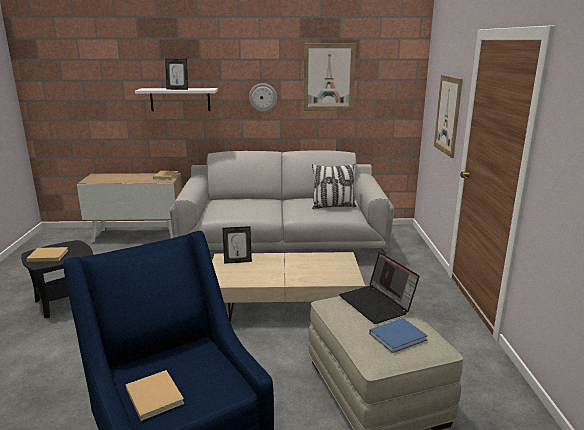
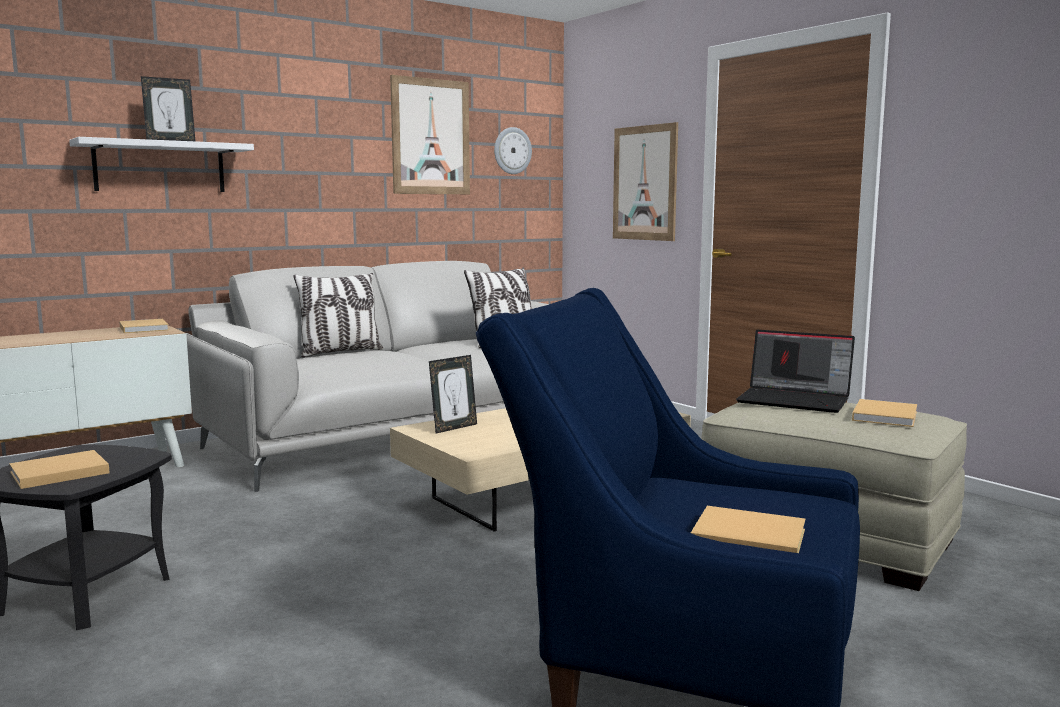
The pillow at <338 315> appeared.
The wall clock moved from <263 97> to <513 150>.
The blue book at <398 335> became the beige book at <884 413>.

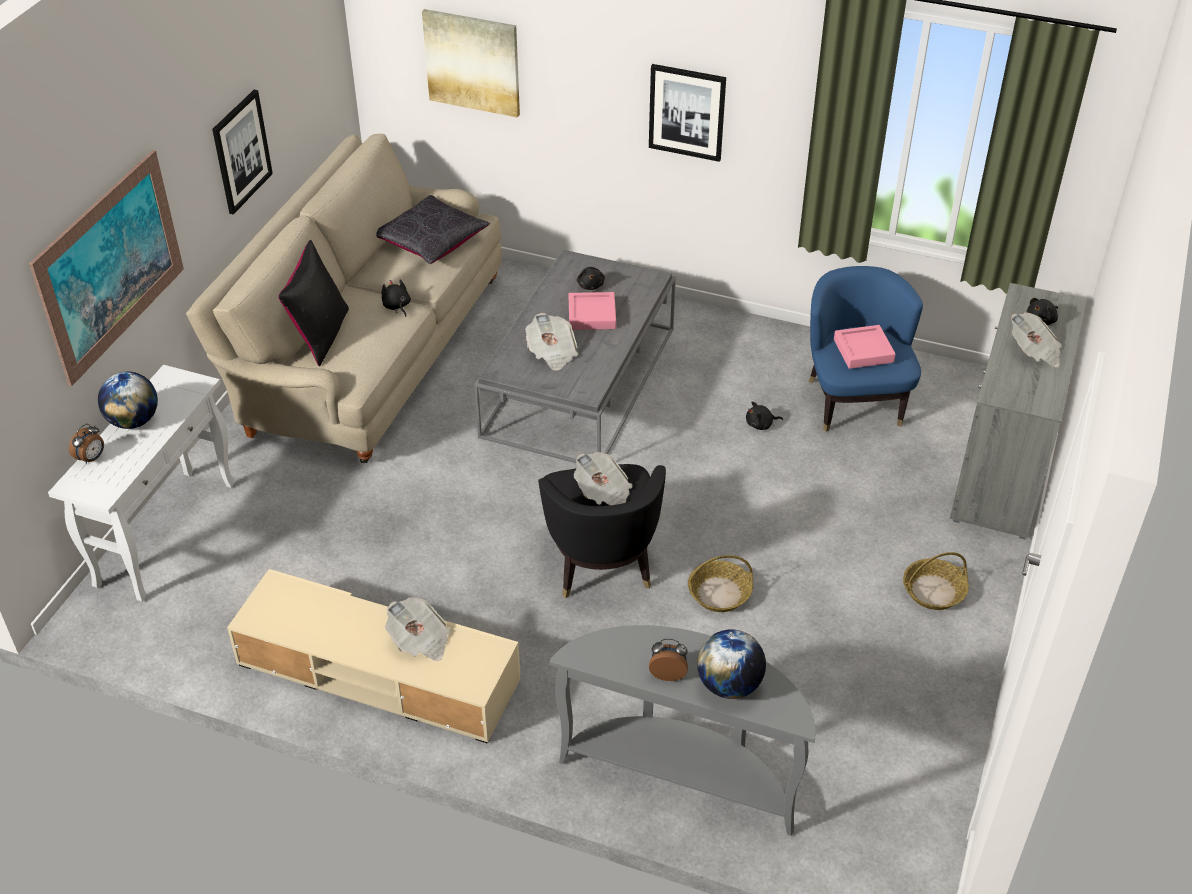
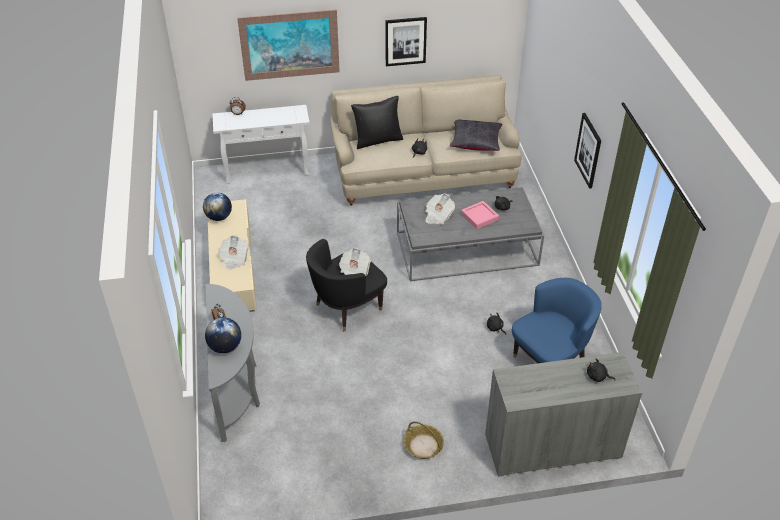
The globe moved from <128 400> to <217 206>.
The picture at <471 63> disappeared.
The basket at <720 583> disappeared.
The pink tray at <865 347> disappeared.
The newspaper at <1036 340> disappeared.

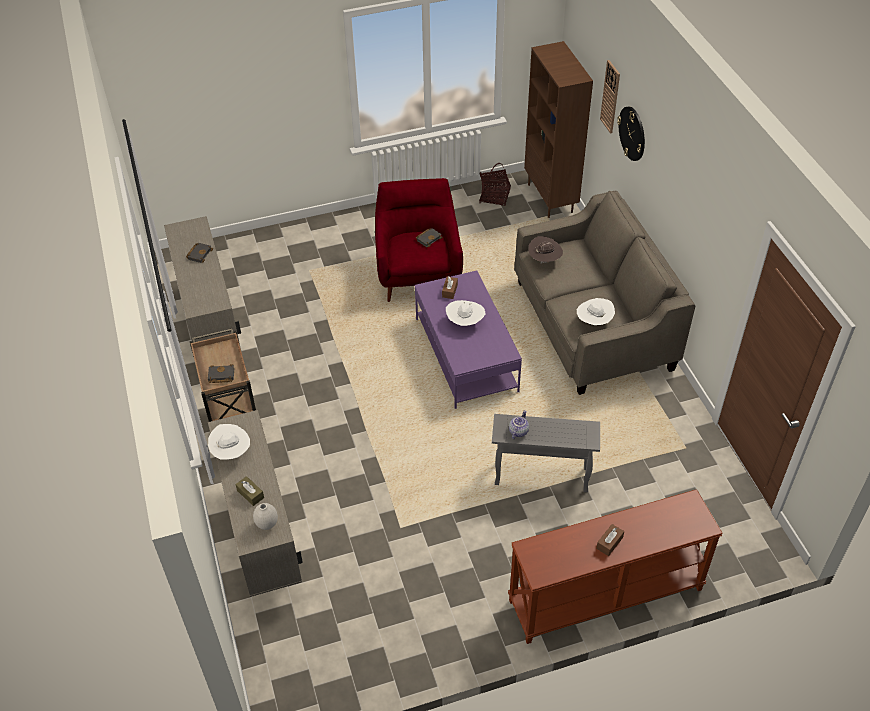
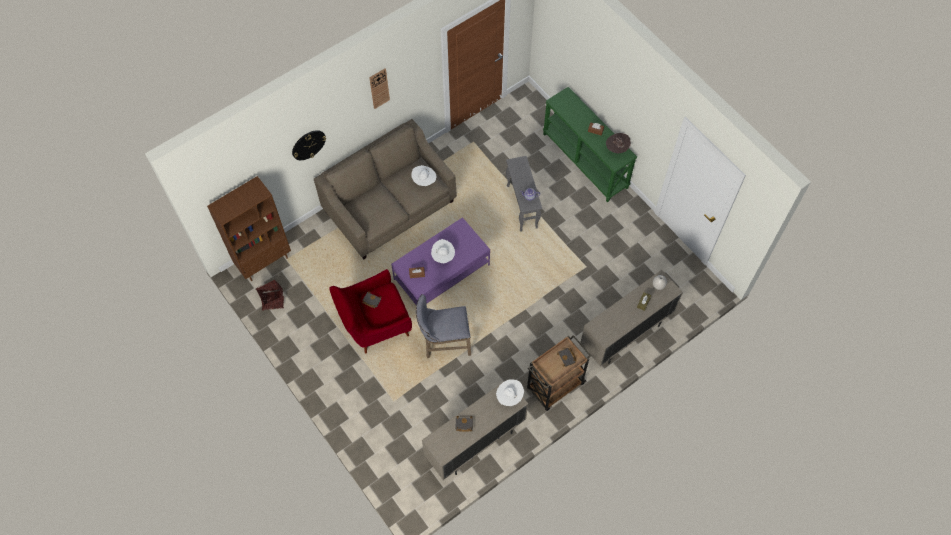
The wall clock moved from <610 97> to <379 89>.
The grey stool at <443 326> appeared.
The white hat moved from <229 442> to <510 392>.
The brown console table at <615 566> became the green console table at <590 144>.
The brown hat moved from <545 249> to <618 143>.

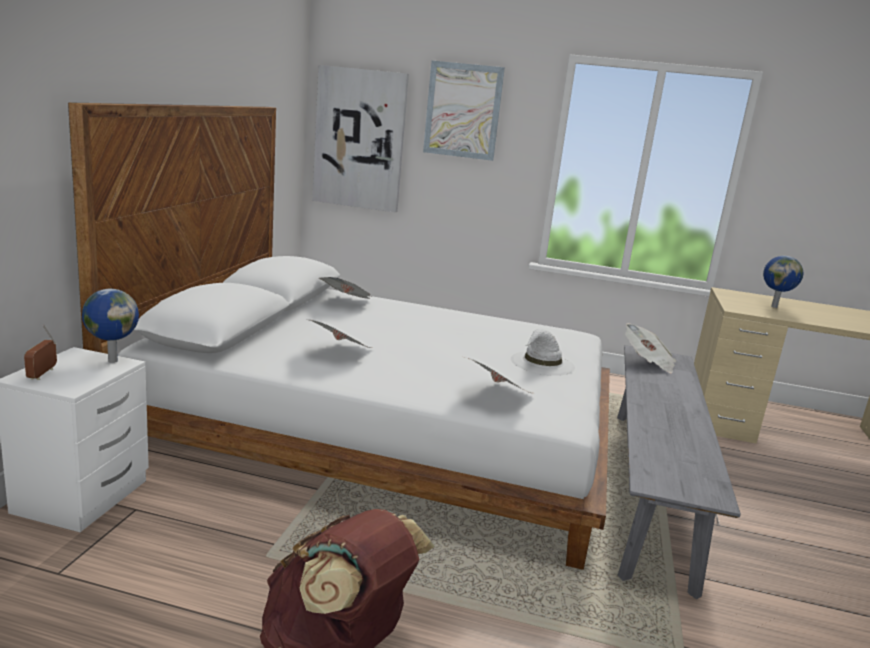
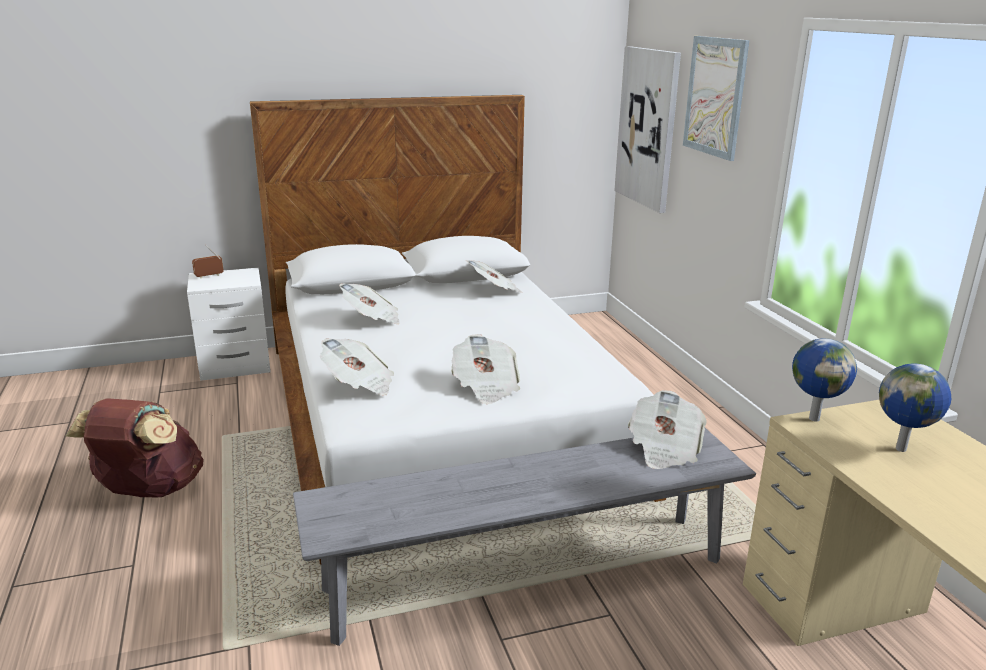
The white hat at <543 352> was replaced by the newspaper at <485 369>.
The globe moved from <110 326> to <824 380>.

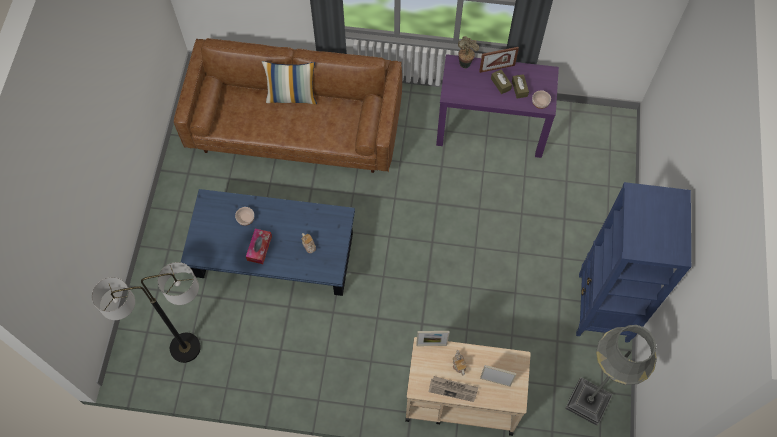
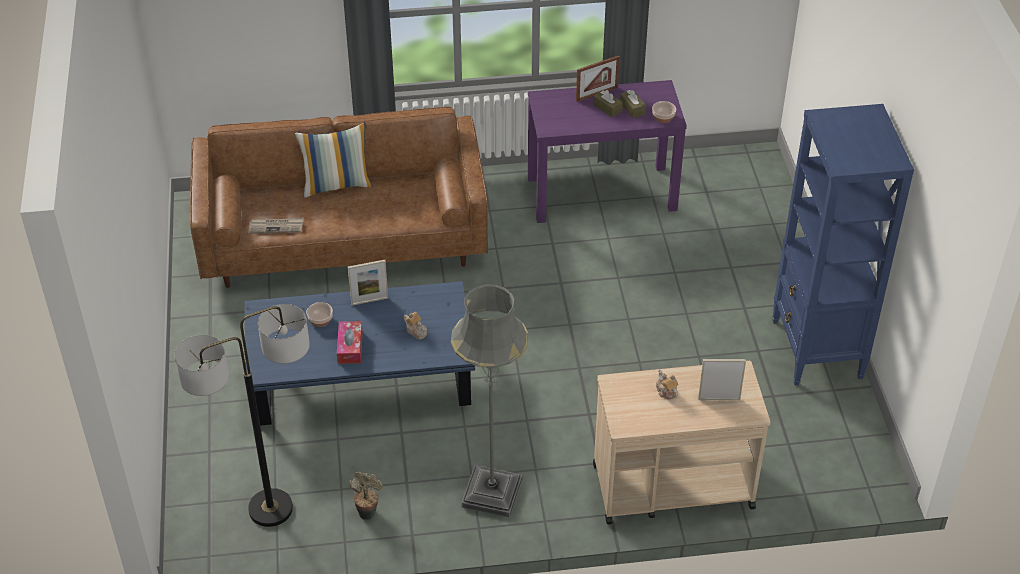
The newspaper moved from <453 389> to <276 225>.
The picture frame moved from <433 338> to <368 283>.
The potted plant moved from <468 52> to <366 496>.
The grey floor lamp moved from <611 375> to <490 401>.

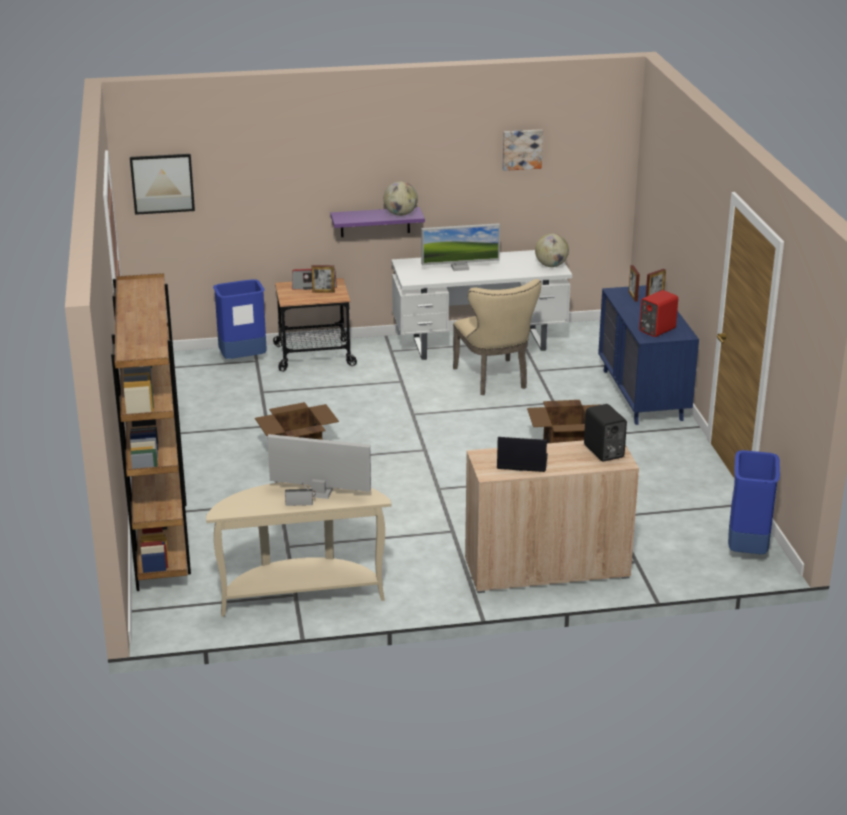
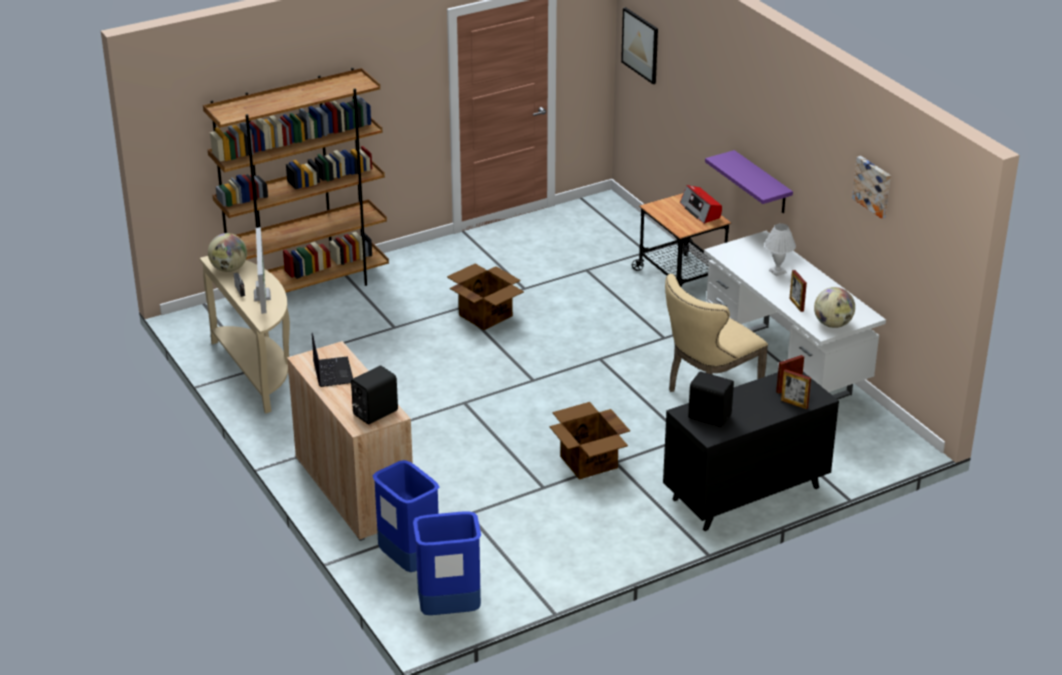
The globe moved from <401 198> to <227 252>.
The blue trash can moved from <240 319> to <405 516>.
The blue dresser at <648 355> became the black dresser at <751 451>.
The red speaker at <658 313> became the black speaker at <711 399>.
The monitor at <460 247> was replaced by the white table lamp at <780 250>.
The picture frame moved from <323 279> to <798 291>.

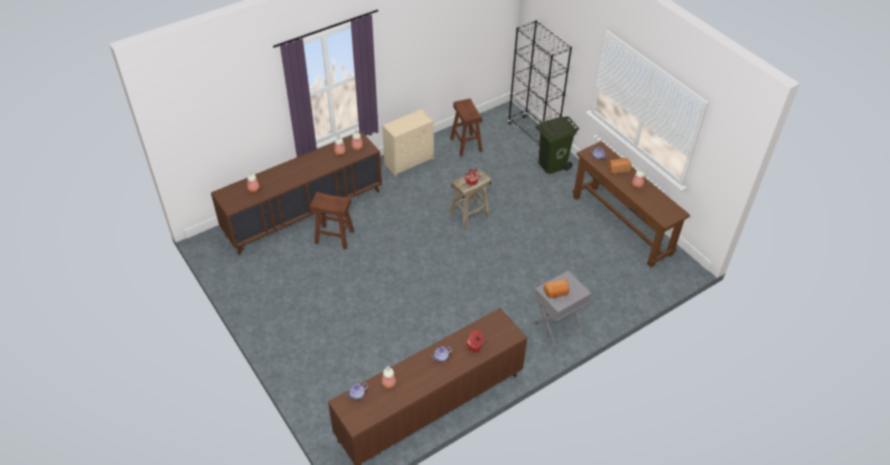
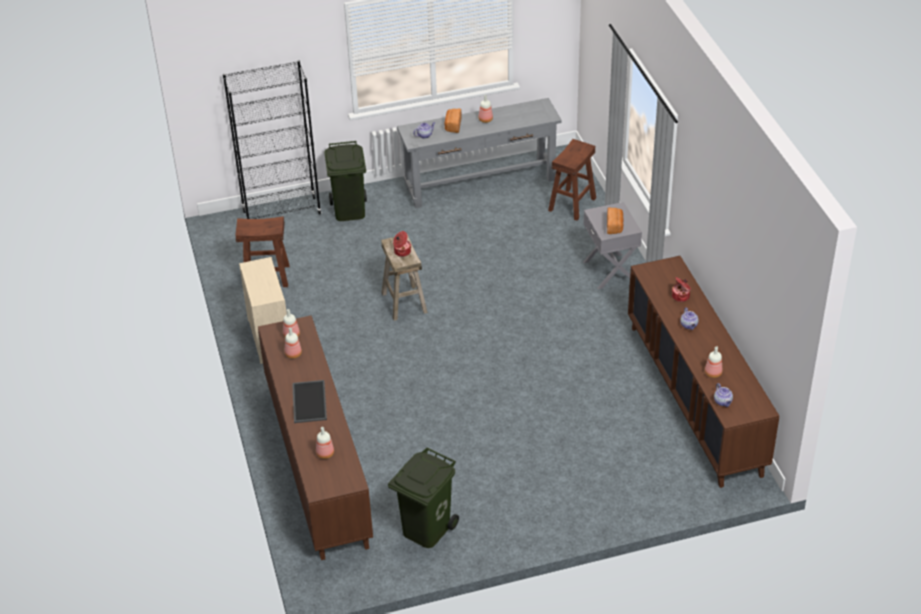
The tray at <309 401> appeared.
The green trash can at <423 497> appeared.
The brown console table at <631 204> became the grey console table at <479 153>.
The brown stool moved from <332 221> to <572 180>.

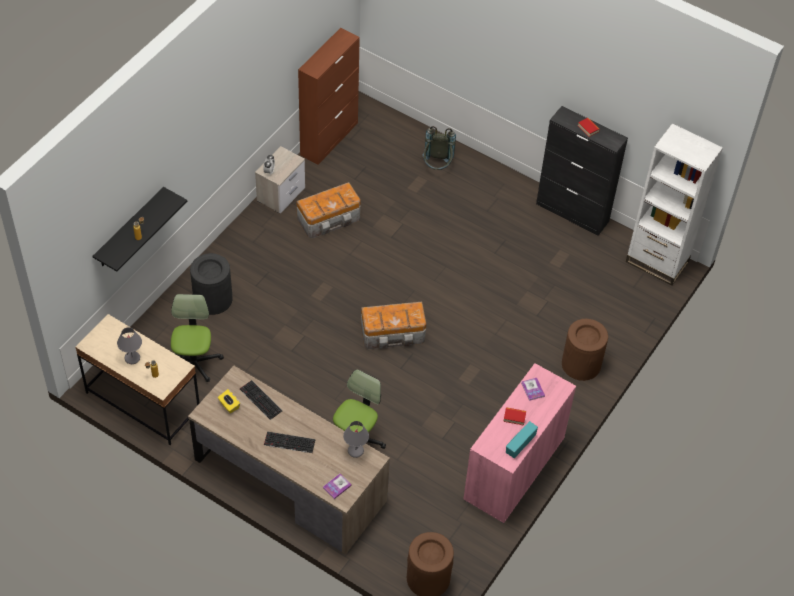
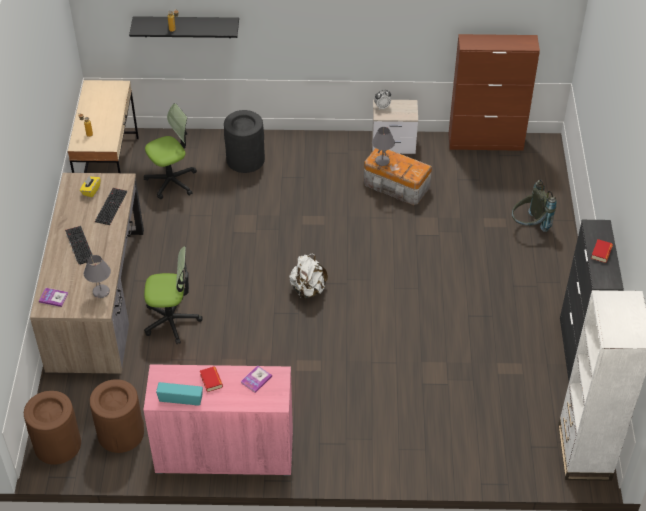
The brown trash can moved from <585 350> to <117 416>.
The storage box at <393 325> was replaced by the white backpack at <308 276>.
The grey table lamp moved from <129 345> to <383 146>.

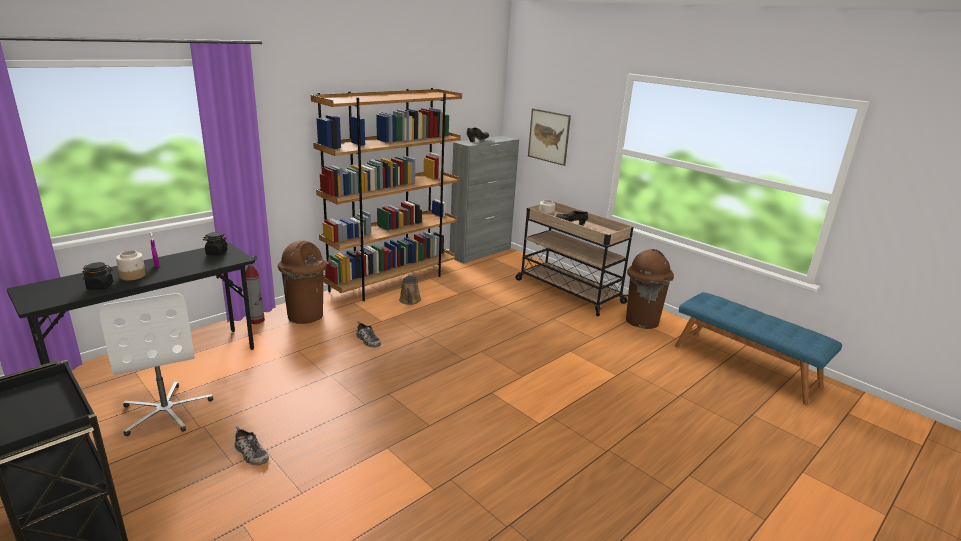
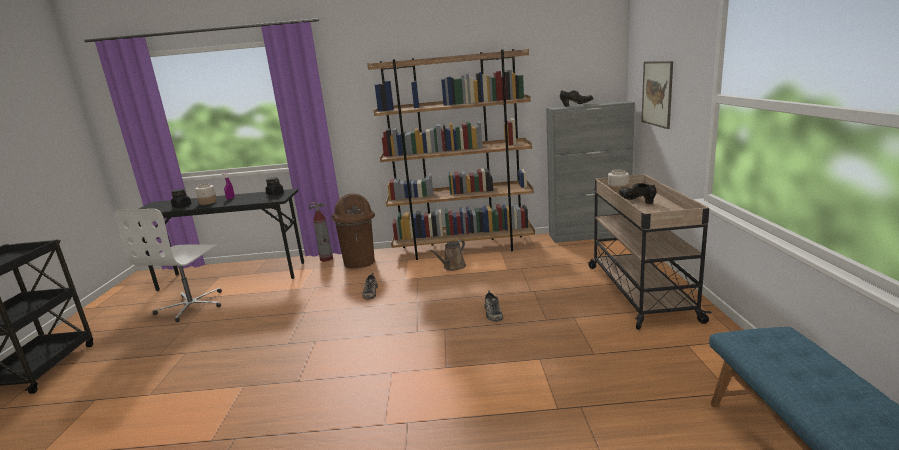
The shoe moved from <252 446> to <493 306>.
The brown trash can at <650 289> disappeared.

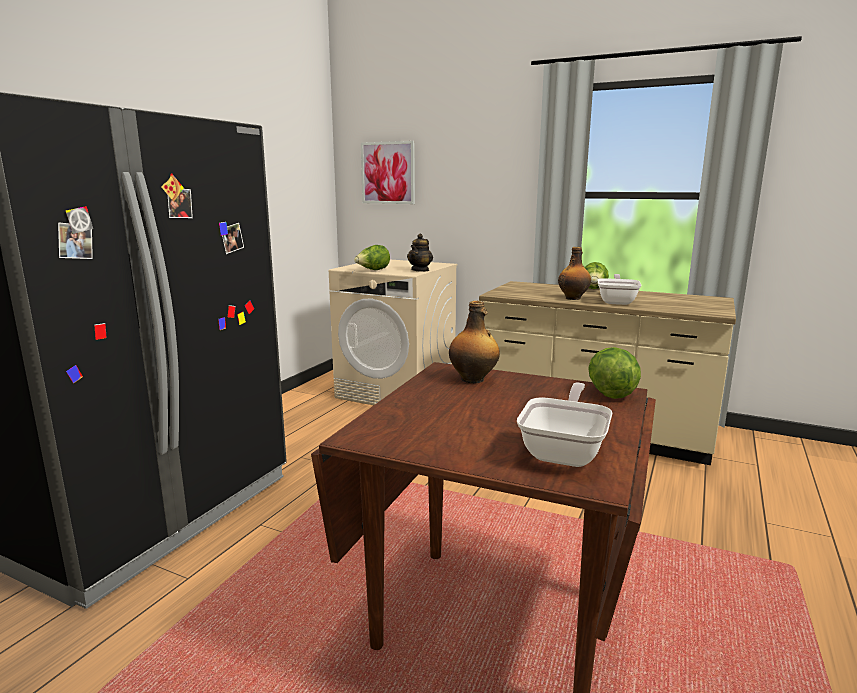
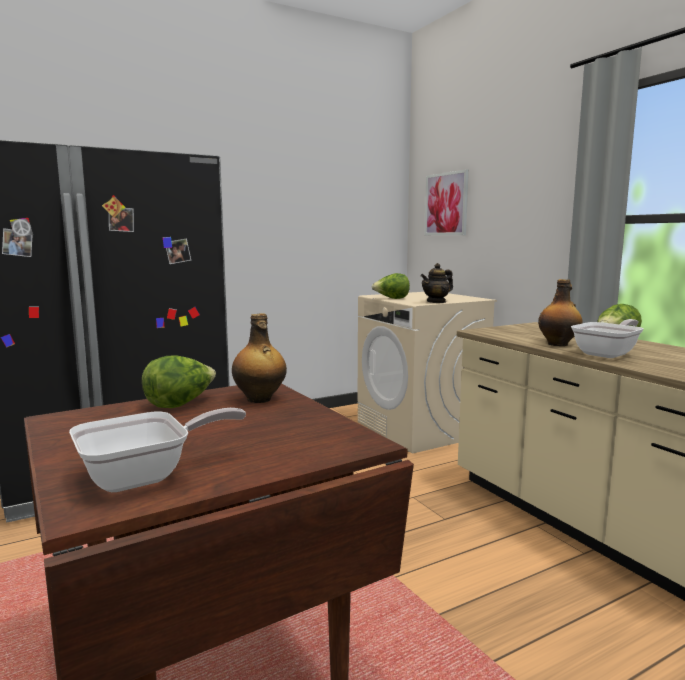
The lettuce moved from <614 373> to <179 382>.

